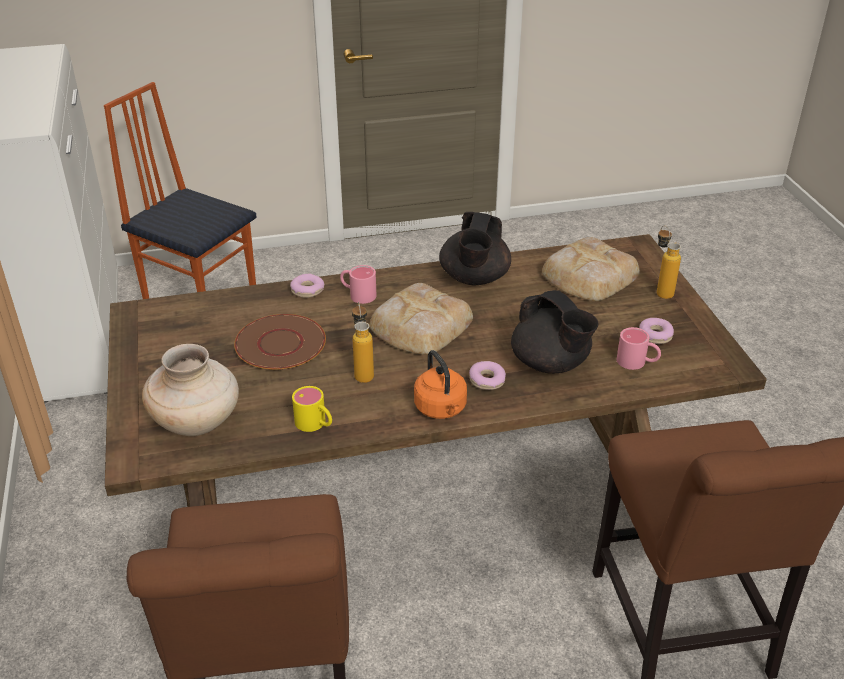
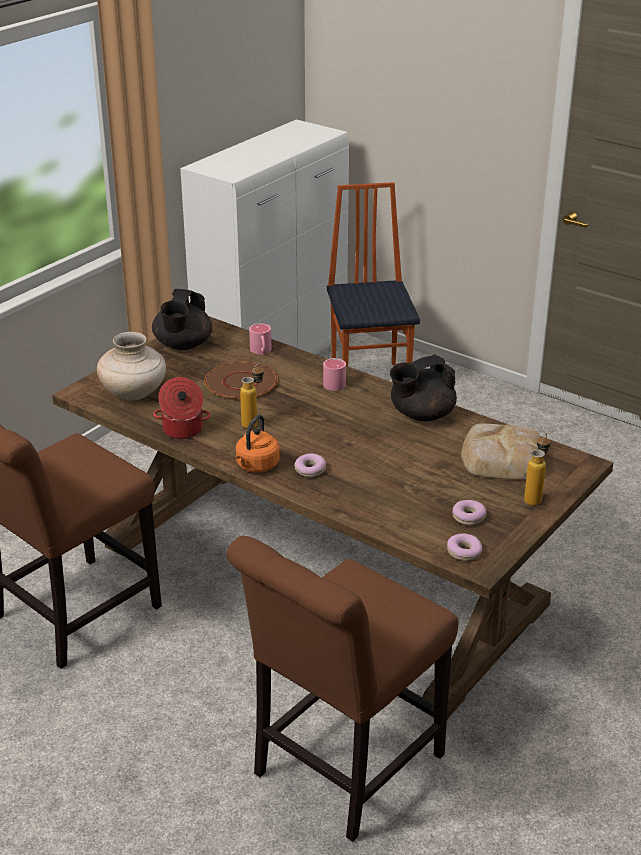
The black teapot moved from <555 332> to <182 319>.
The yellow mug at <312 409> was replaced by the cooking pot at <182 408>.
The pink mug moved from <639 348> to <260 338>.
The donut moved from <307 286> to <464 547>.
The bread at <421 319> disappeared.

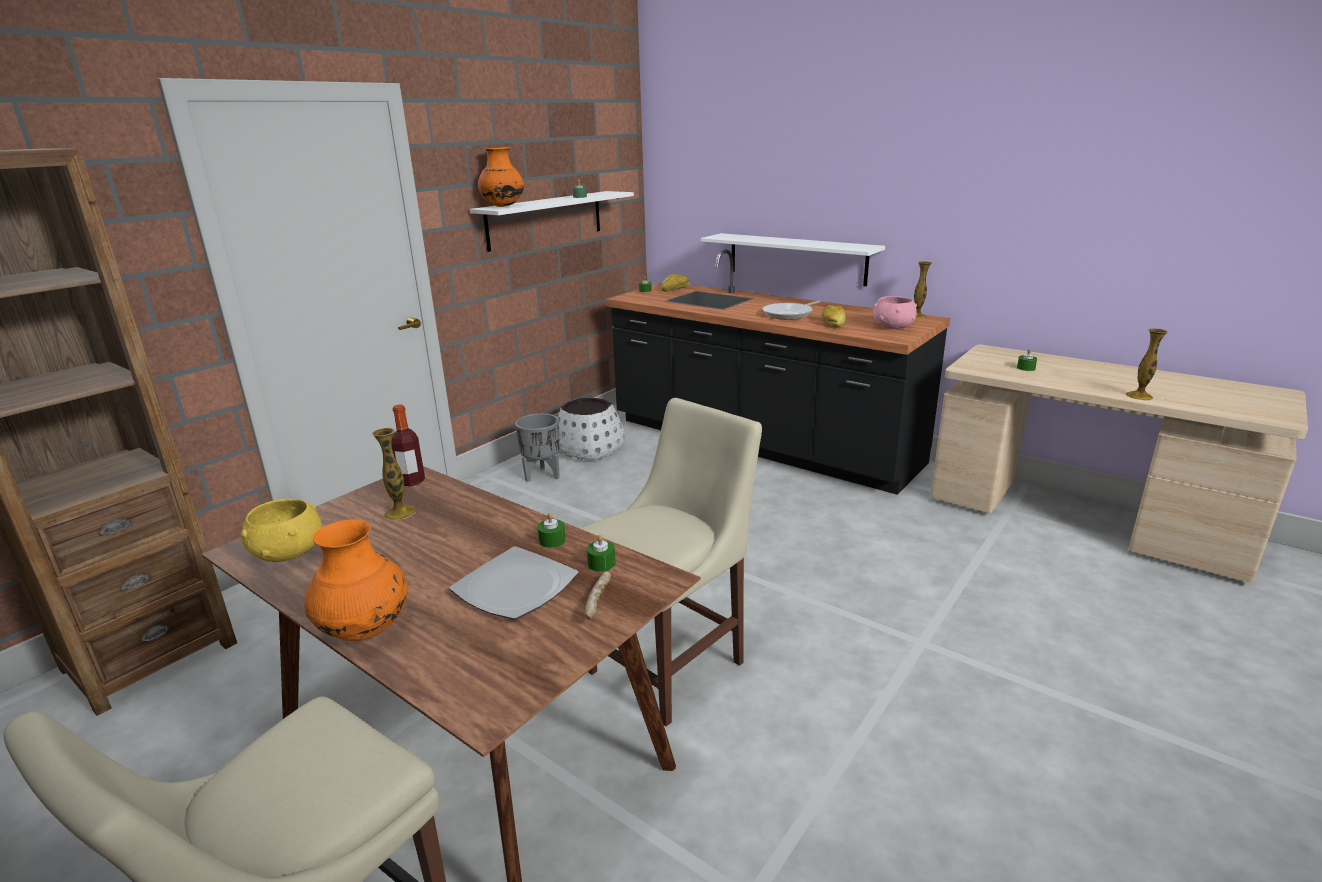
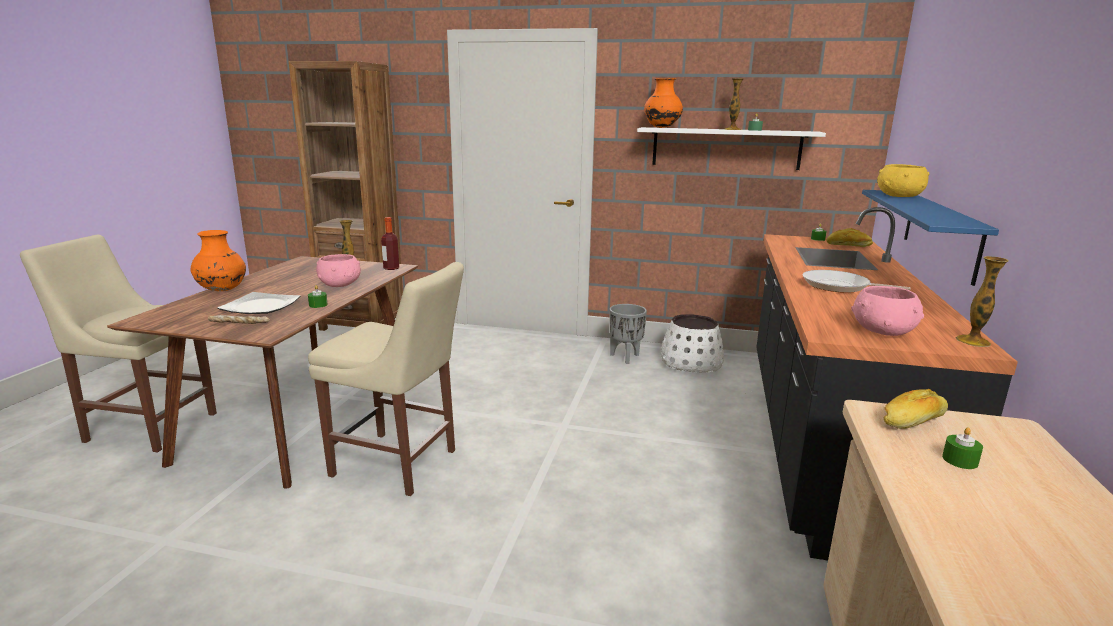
The pink bowl at <338 270> appeared.
The vase moved from <1147 364> to <734 104>.
The white shelf at <793 259> became the blue shelf at <930 238>.
The yellow bowl moved from <281 530> to <903 180>.
The bread moved from <833 316> to <916 409>.
The green candle at <601 553> disappeared.

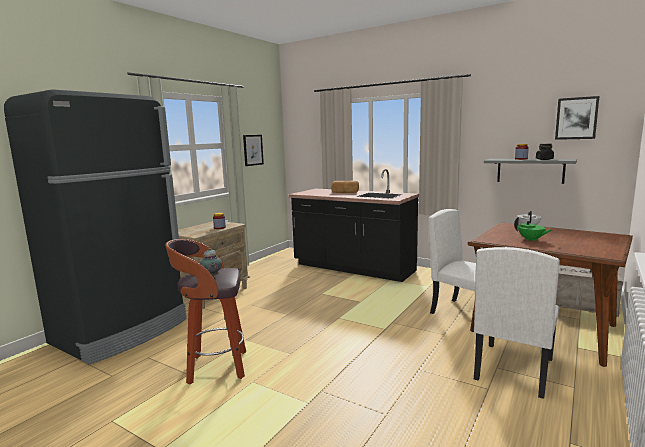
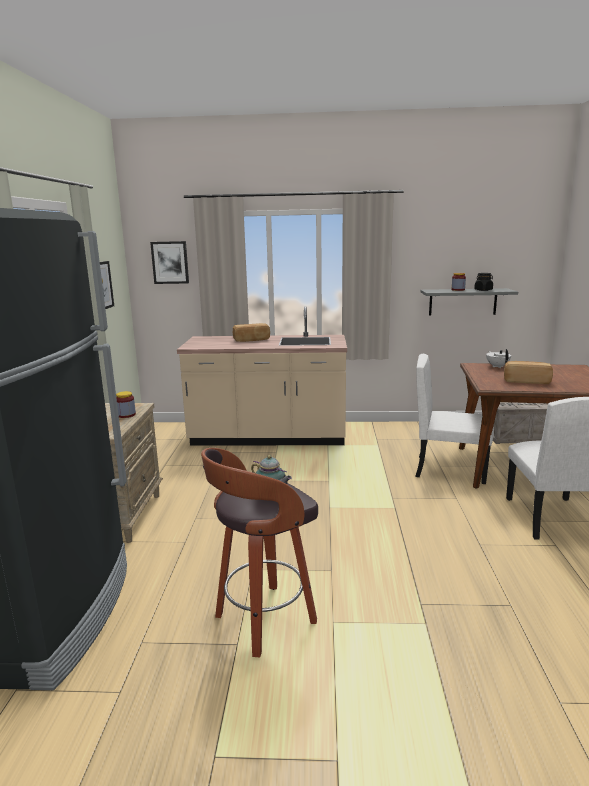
The picture moved from <577 118> to <169 262>.
The black counter at <354 225> became the beige counter at <262 375>.
The green teapot at <533 229> was replaced by the bread at <528 372>.

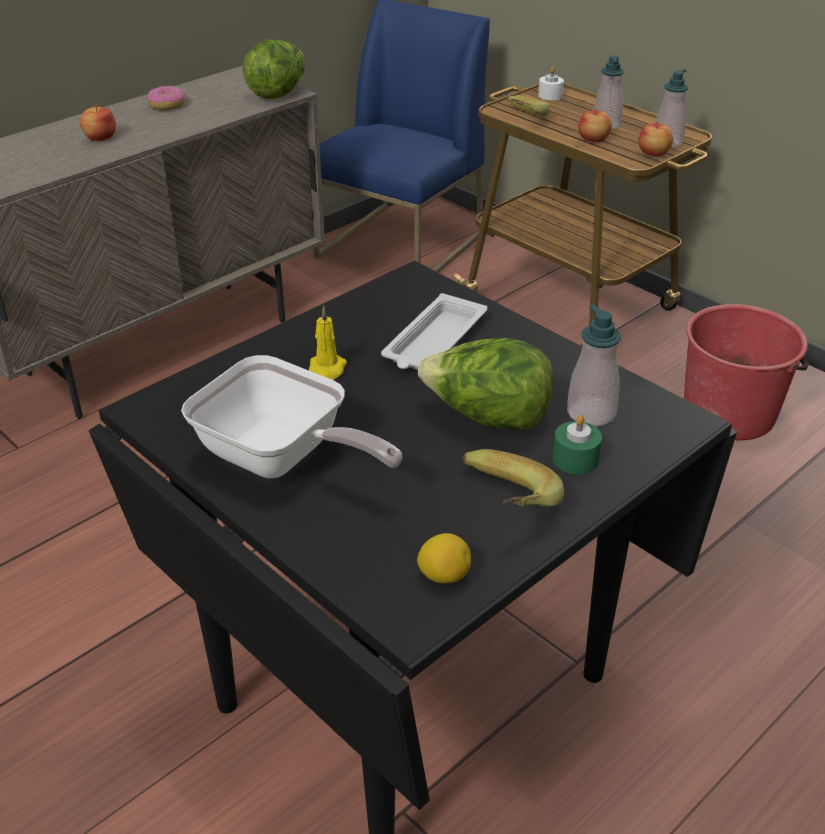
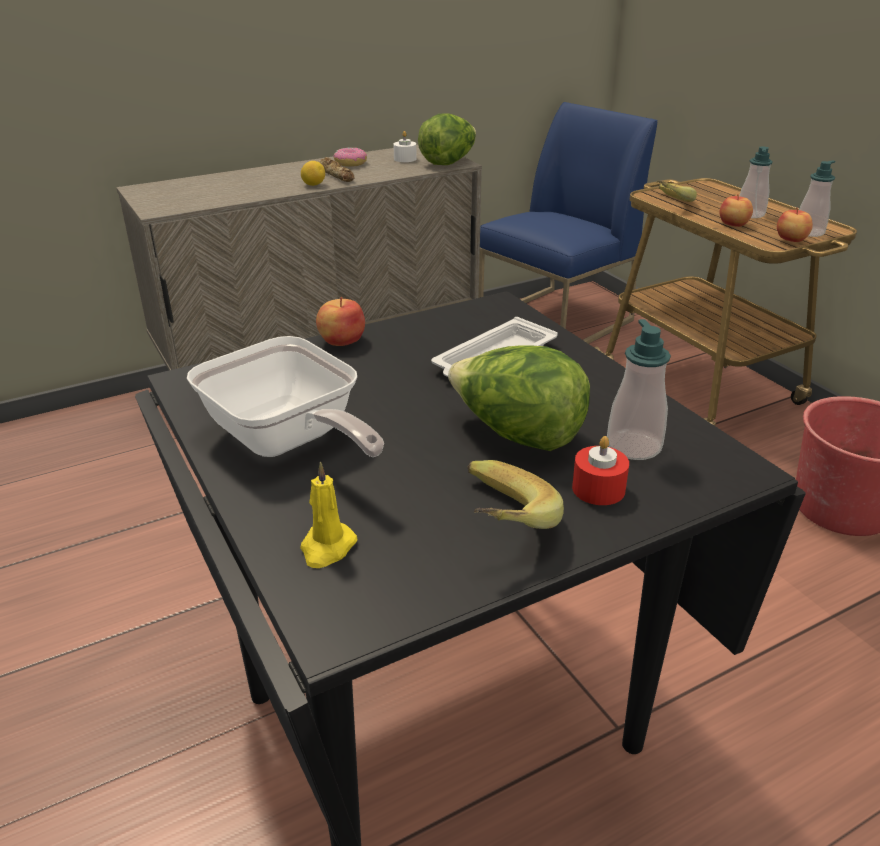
The yellow candle moved from <328 343> to <328 515>.
The lemon moved from <444 558> to <313 173>.
The apple moved from <98 123> to <340 321>.
The bread at <336 169> appeared.
The white candle moved from <551 83> to <405 146>.
The green candle at <577 444> became the red candle at <600 470>.

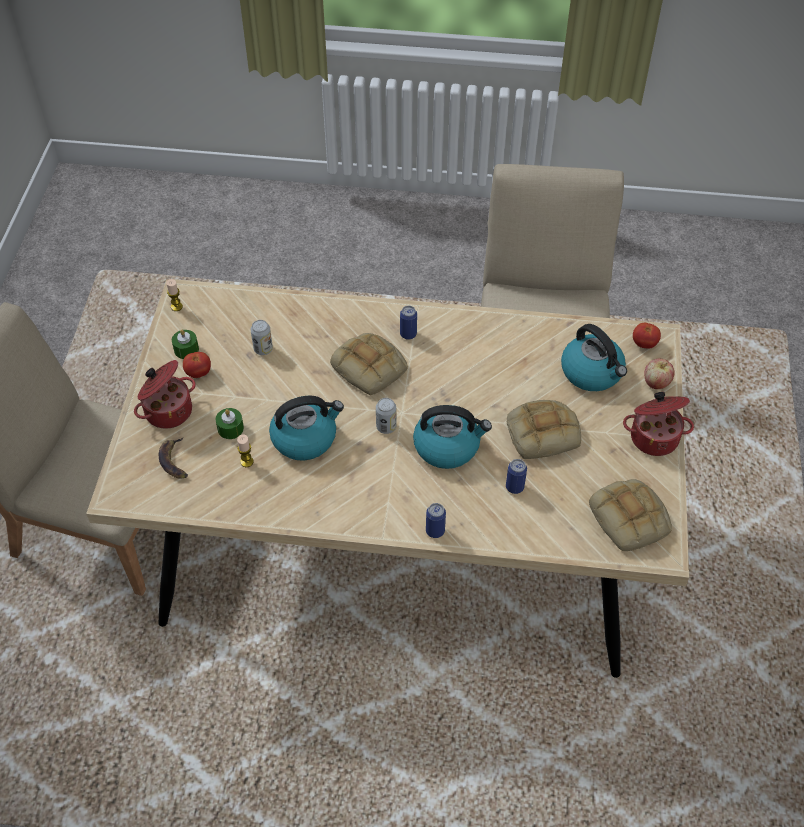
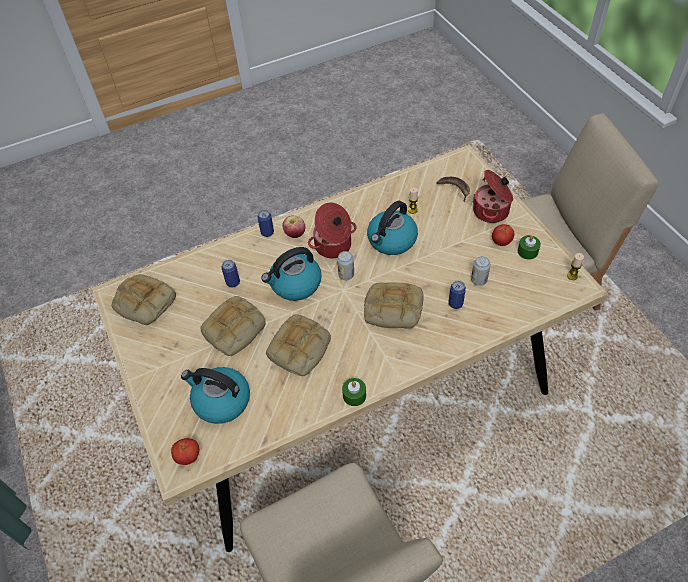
The bread at <298 345> appeared.
The apple moved from <659 374> to <294 226>.
The cooking pot moved from <658 424> to <332 230>.
The green candle moved from <230 423> to <354 392>.
The can moved from <408 323> to <457 294>.

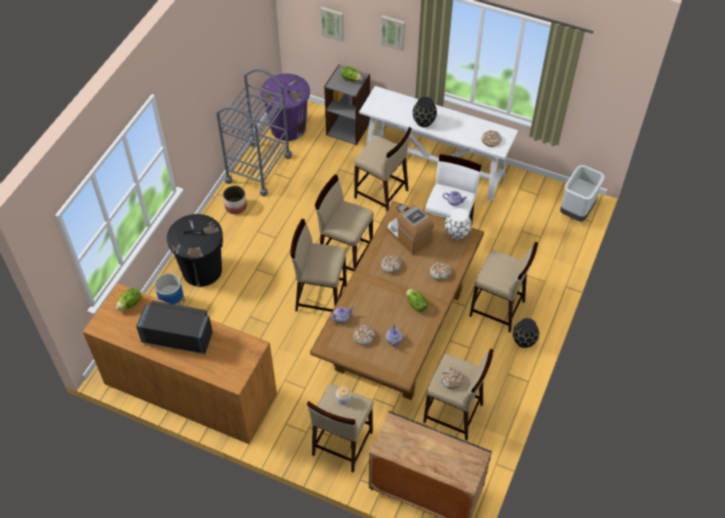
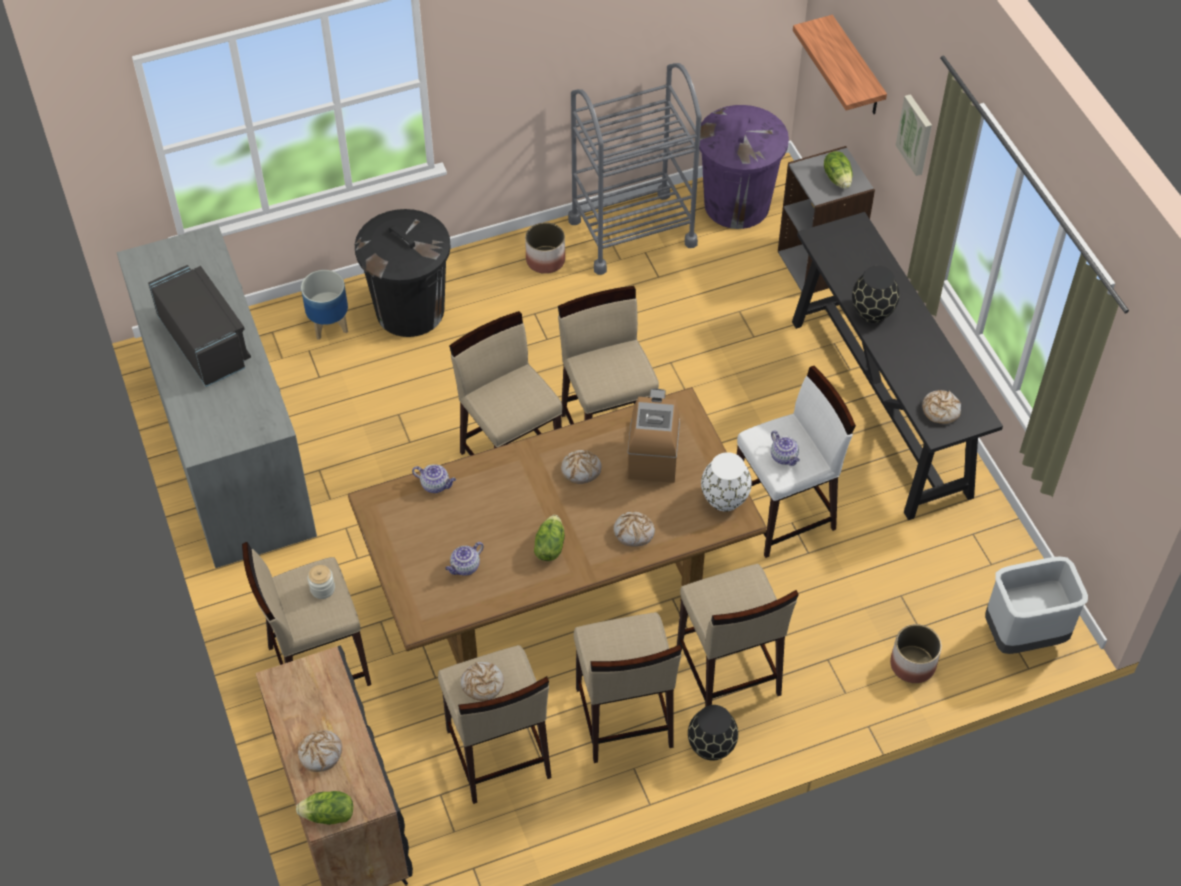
The brown dresser at <180 363> became the grey dresser at <217 396>.
The lettuce moved from <129 299> to <324 808>.
The bread moved from <364 335> to <320 751>.
The beige stool moved from <383 169> to <628 687>.
The white console table at <438 143> became the black console table at <897 366>.
The picture at <332 24> was replaced by the shelf at <840 64>.
The planter at <916 653> appeared.

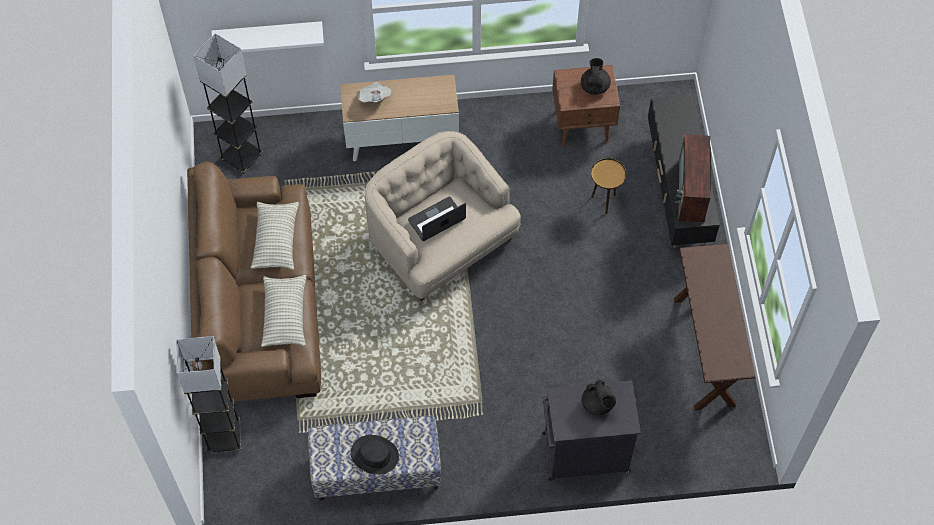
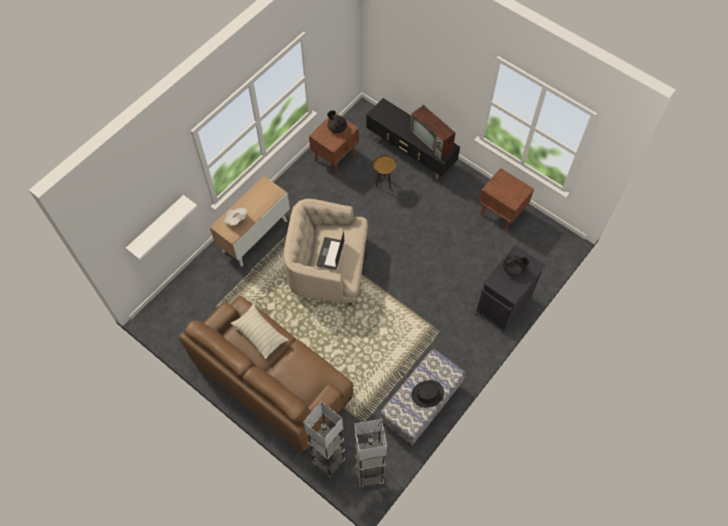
The grey floor lamp moved from <228 103> to <371 453>.
The brown console table at <715 327> was replaced by the brown nightstand at <506 200>.
The pillow at <283 311> disappeared.

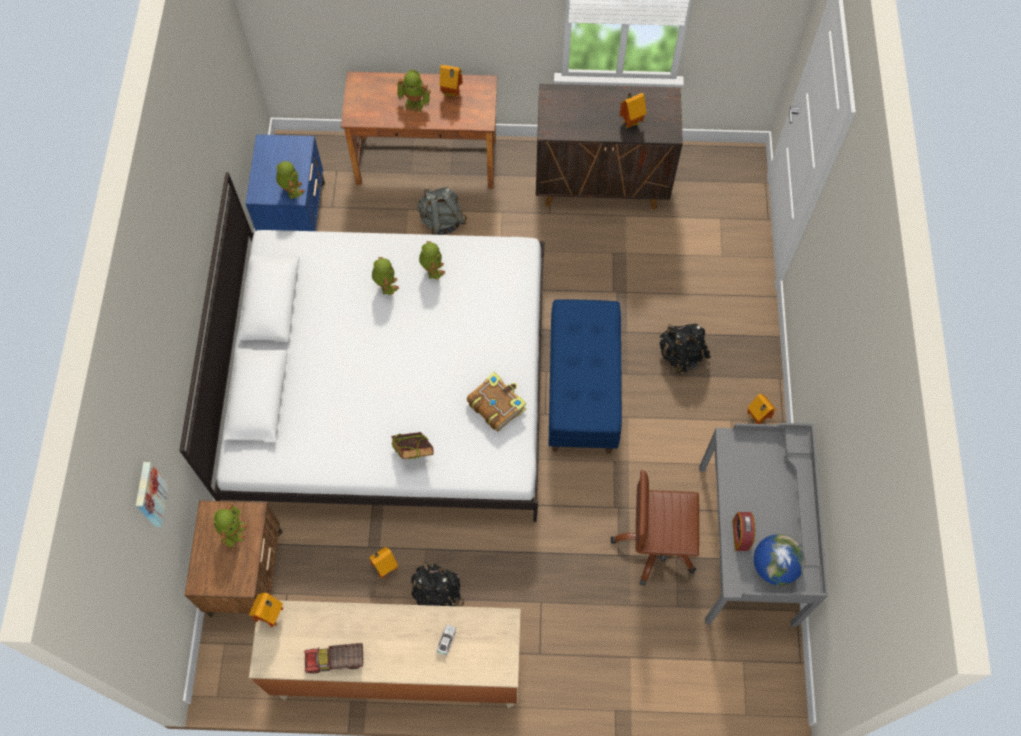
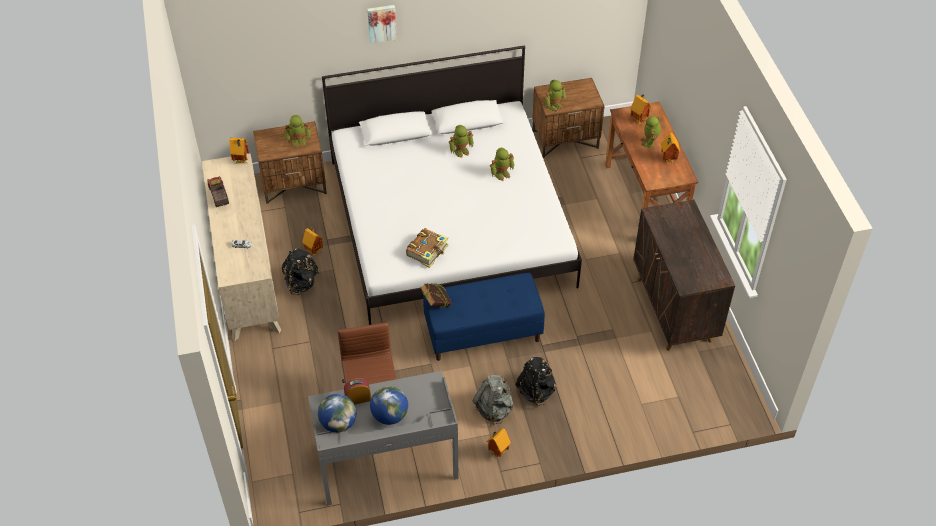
The picture moved from <152 494> to <382 24>.
The globe at <389 405> appeared.
The book moved from <412 445> to <436 295>.
The toy robot moved from <432 260> to <461 141>.
The grey backpack moved from <442 211> to <493 400>.
The blue nightstand at <285 182> became the brown nightstand at <568 118>.
The toy house moved from <633 111> to <640 109>.

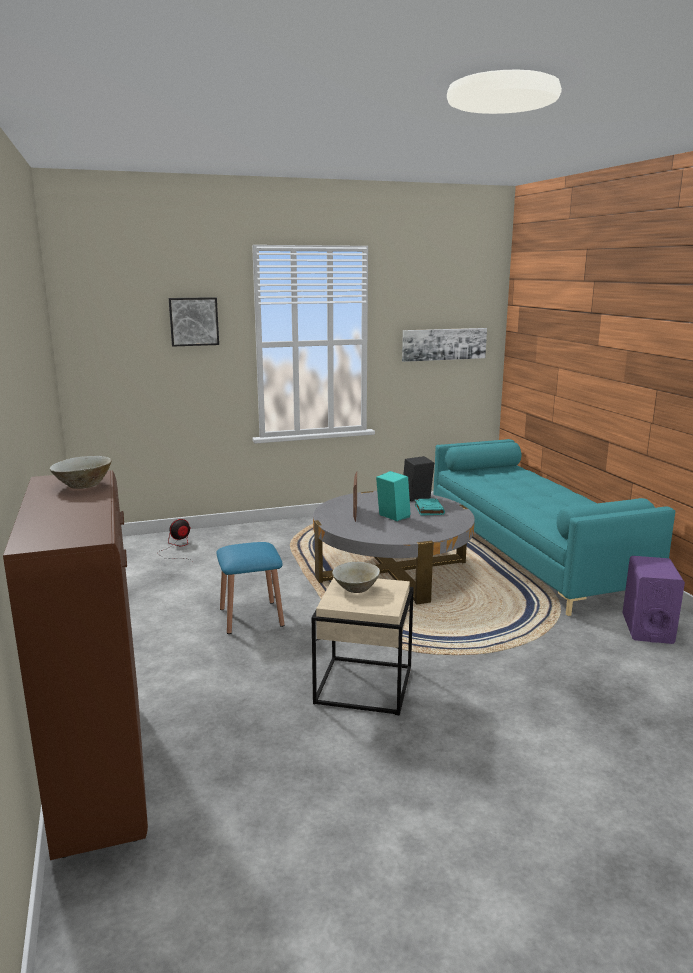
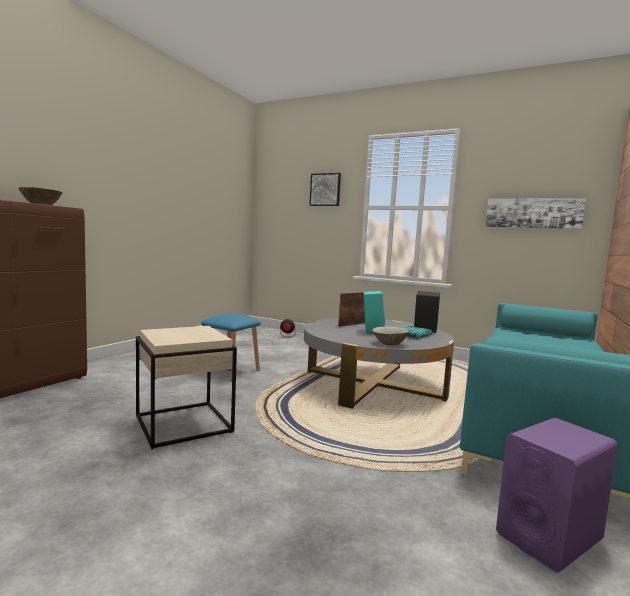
The beige bowl moved from <356 577> to <390 336>.

